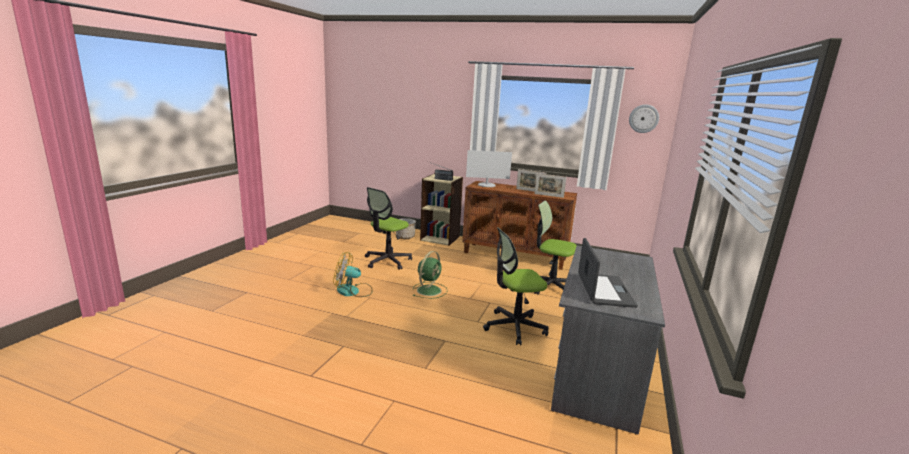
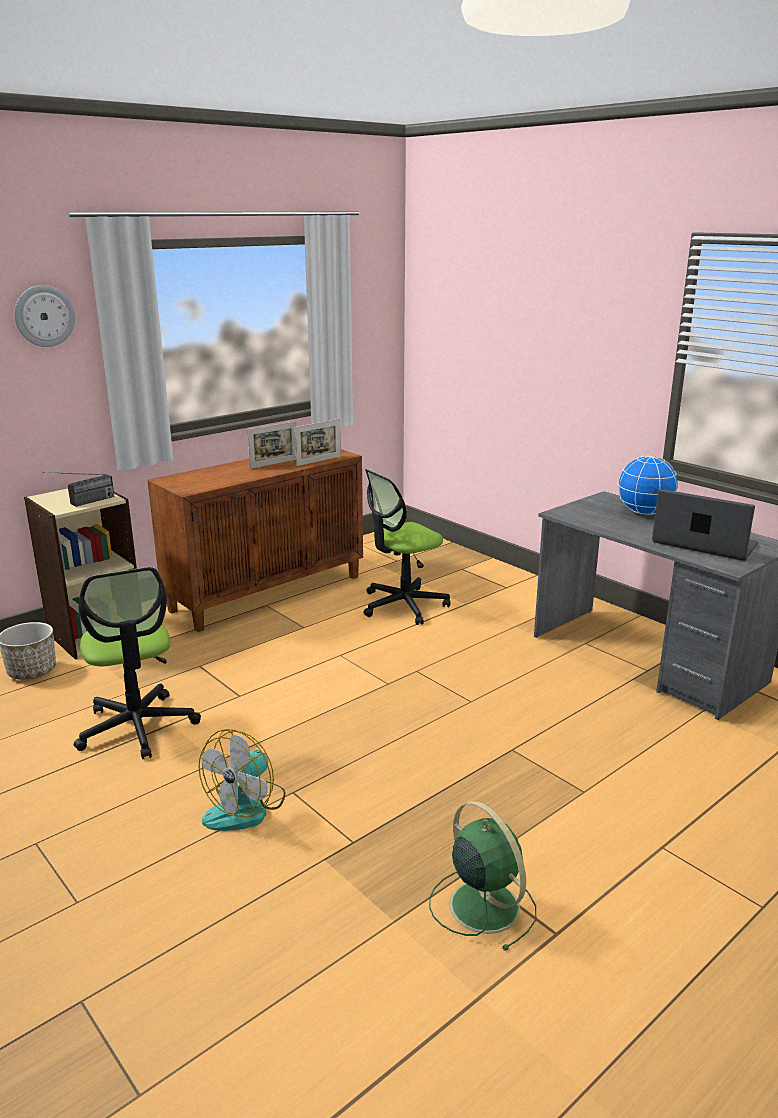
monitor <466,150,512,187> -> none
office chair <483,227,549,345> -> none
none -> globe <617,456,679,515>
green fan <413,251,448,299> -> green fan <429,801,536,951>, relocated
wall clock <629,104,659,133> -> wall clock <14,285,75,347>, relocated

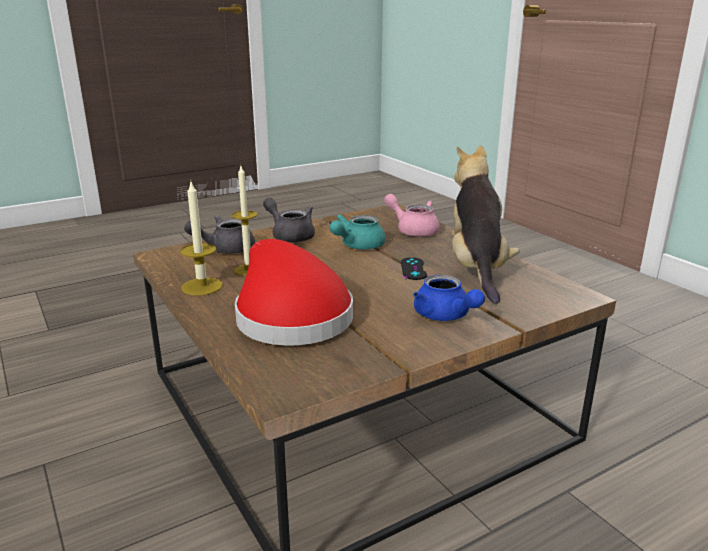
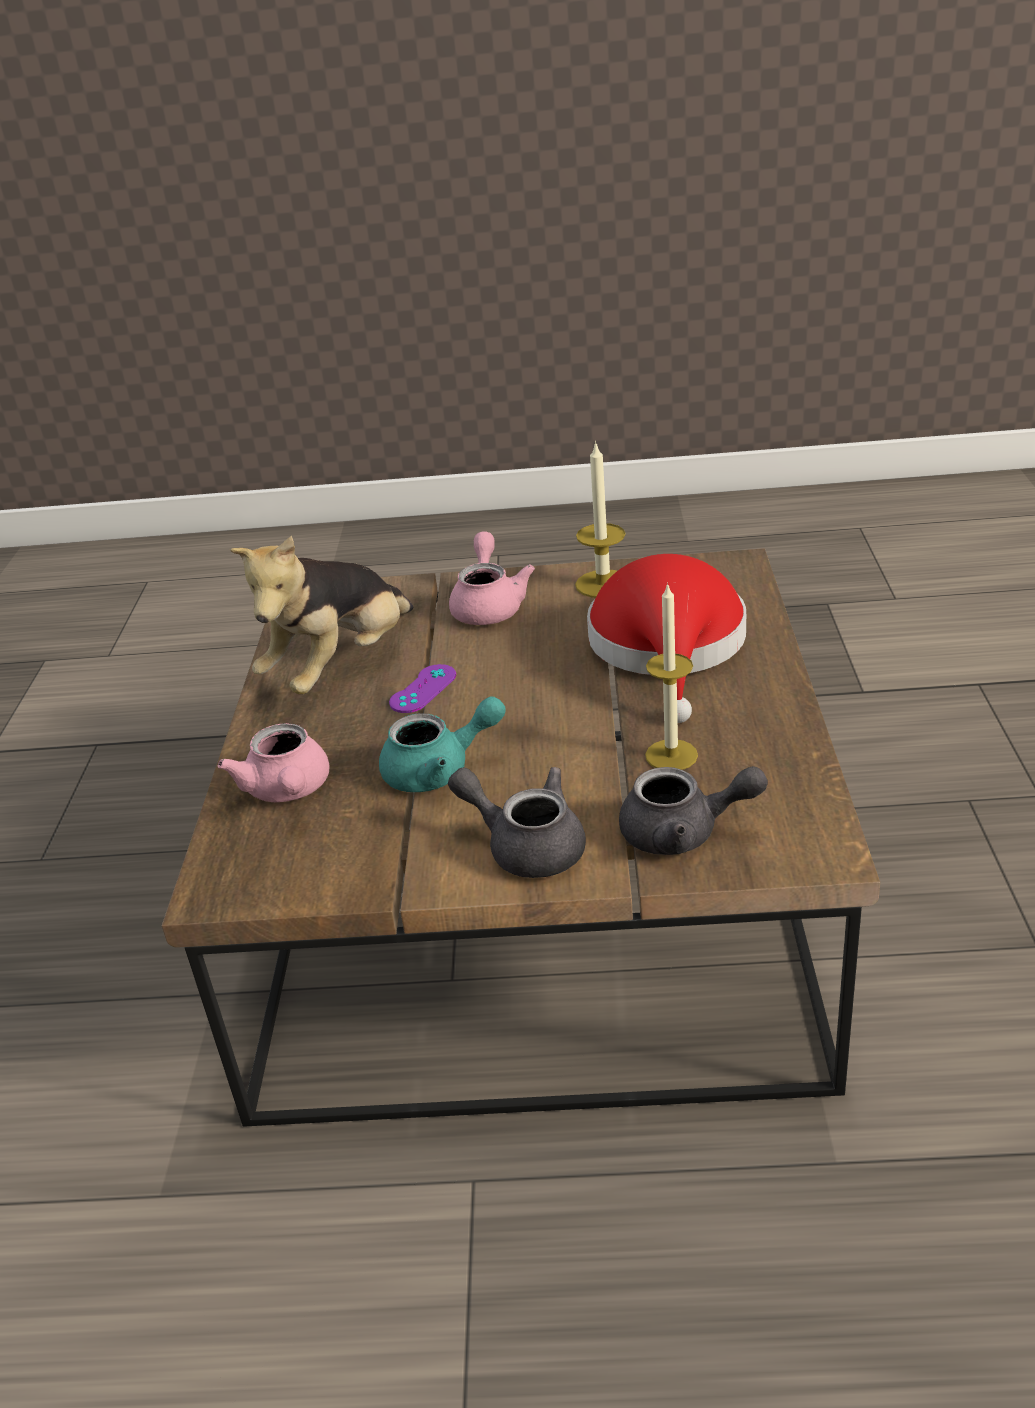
candle <180,182,223,296> -> candle <575,441,625,598>, relocated
black game controller <401,257,427,280> -> purple game controller <389,664,456,713>
blue teapot <413,275,485,321> -> pink teapot <449,531,535,625>
grey teapot <263,198,315,243> -> grey teapot <448,767,586,878>, 135 degrees clockwise

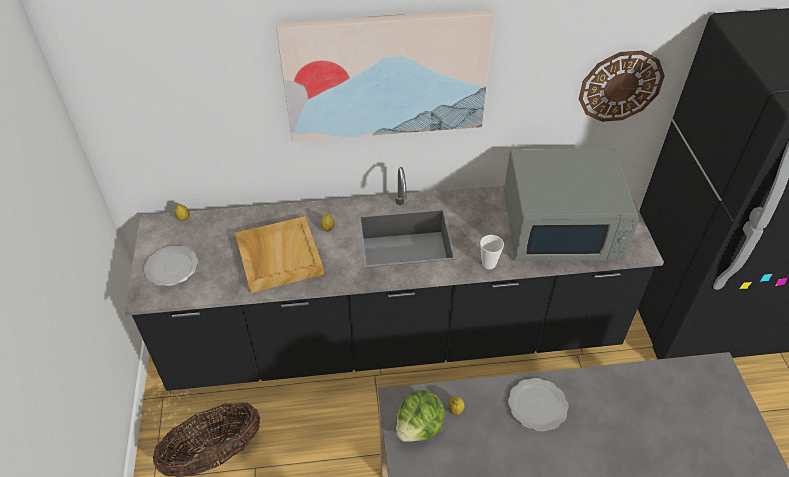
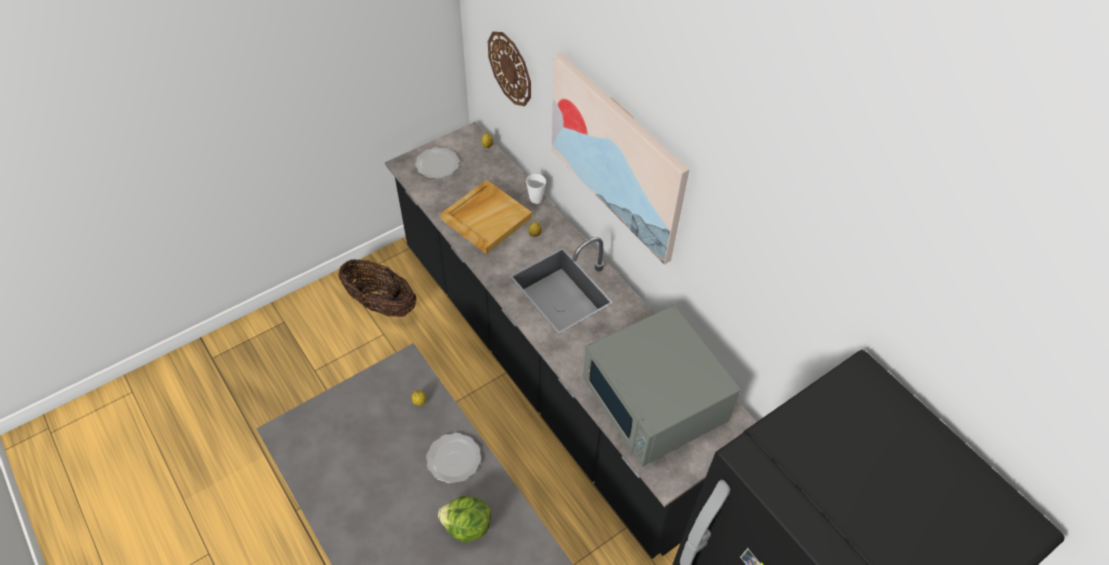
lettuce <396,390,445,442> -> lettuce <438,496,491,543>, relocated
cup <480,235,504,269> -> cup <526,174,546,204>, relocated
wall clock <579,50,665,122> -> wall clock <488,32,531,106>, relocated

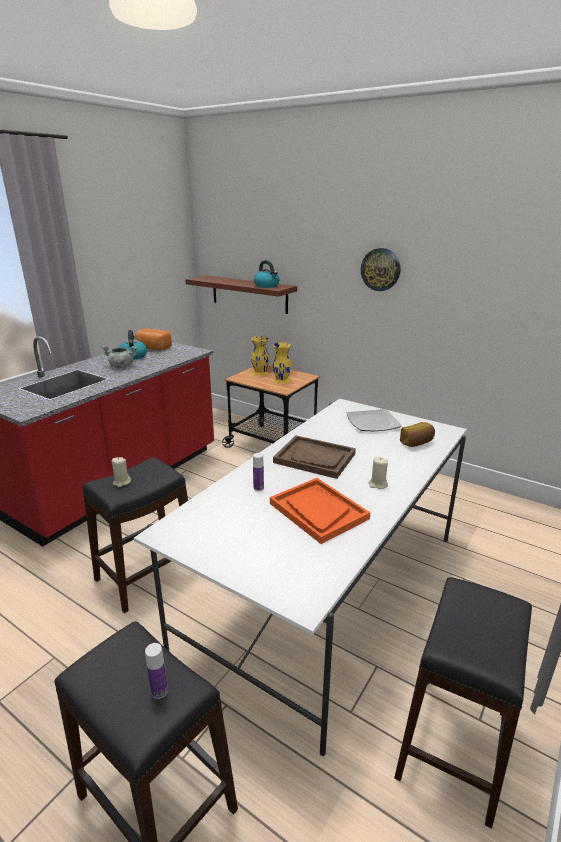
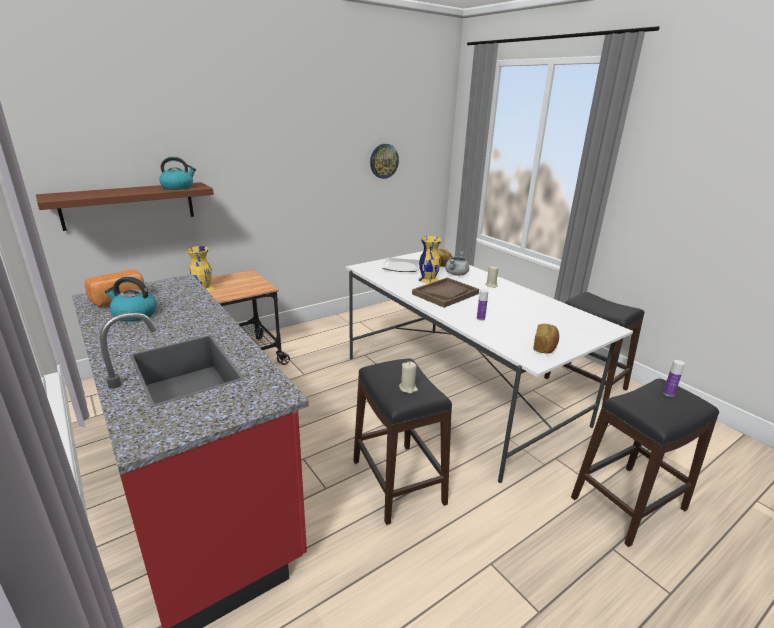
orange tray <270,478,371,544> -> none
none -> bread <533,324,559,354>
grey cooking pot <101,345,137,368> -> grey cooking pot <445,251,469,276>, relocated
yellow vase <273,342,291,384> -> yellow vase <418,236,442,284>, relocated
wall clock <361,248,400,291> -> wall clock <370,144,399,179>, relocated

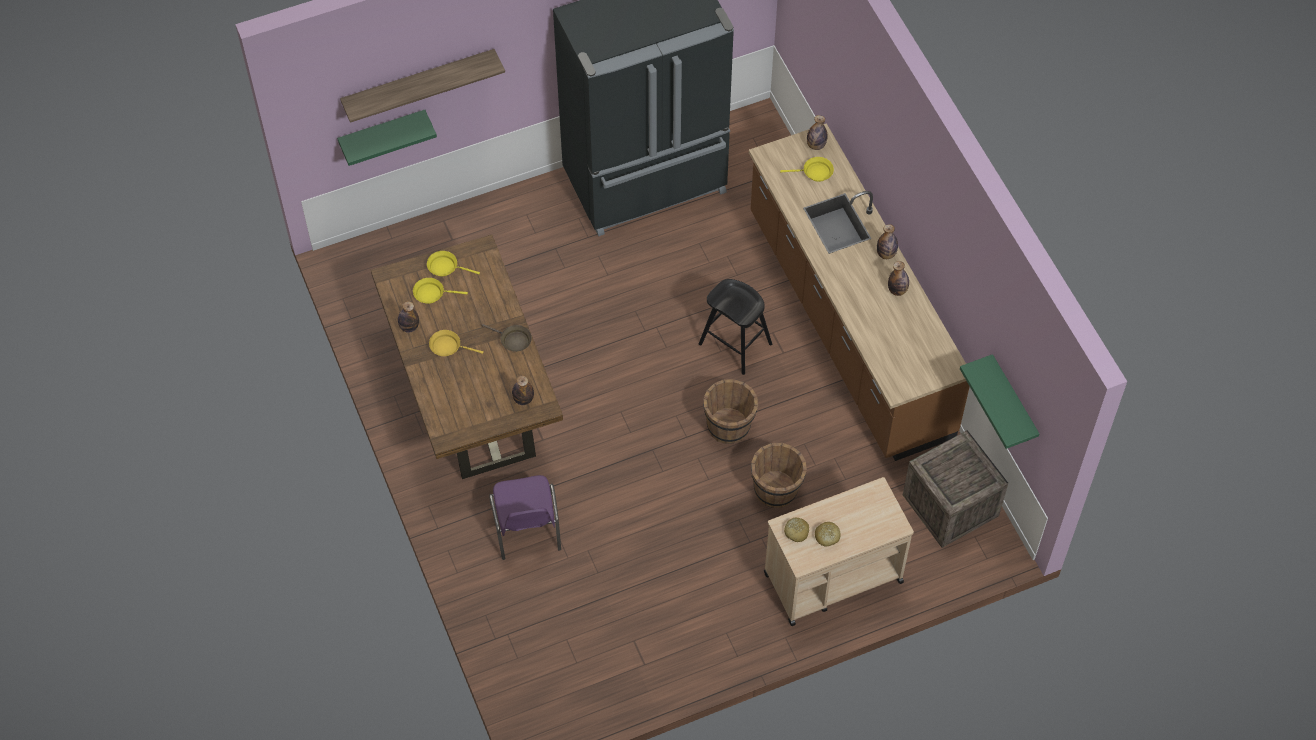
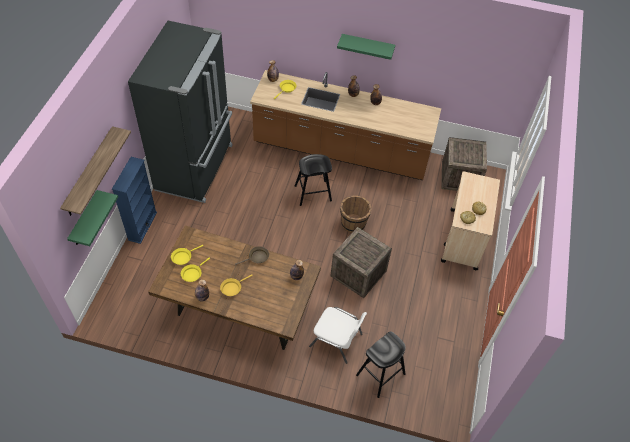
brown bucket <751,443,807,508> -> none
none -> blue bookcase <112,157,157,244>
none -> crate <330,227,392,298>
none -> black stool <356,331,406,398>
green shelf <960,354,1039,449> -> green shelf <337,34,395,60>, relocated
purple chair <489,475,561,560> -> white chair <309,307,367,364>

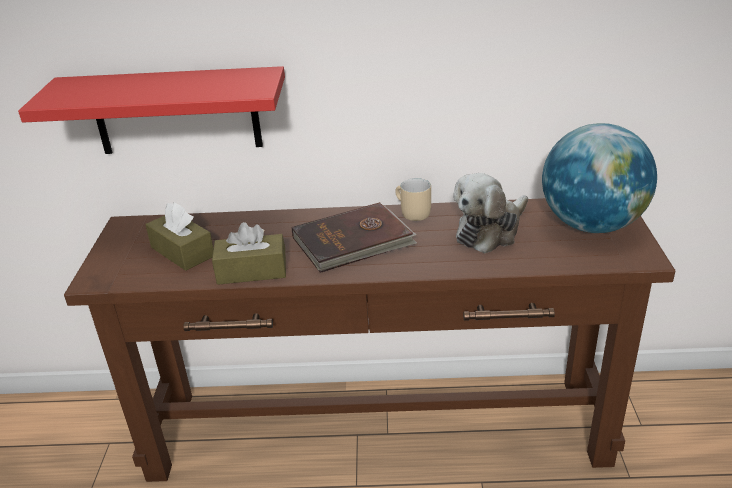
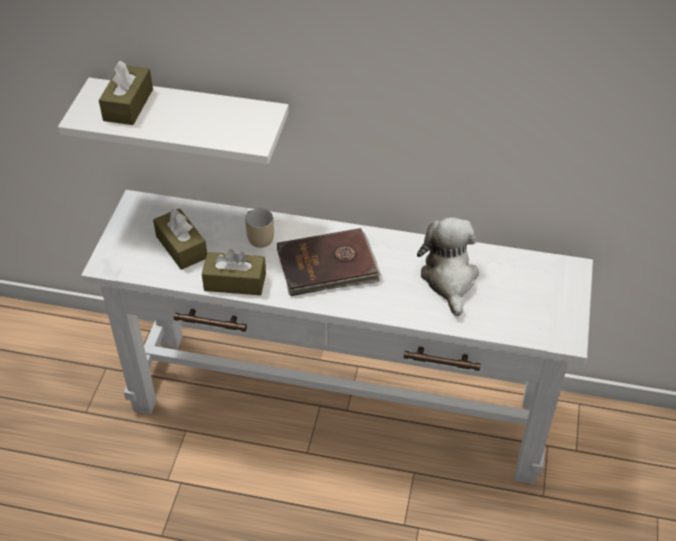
globe <542,123,657,233> -> none
none -> brown tissue box <99,61,153,125>
beige mug <395,178,431,221> -> beige mug <245,209,274,248>, relocated
red shelf <18,66,285,154> -> white shelf <58,78,289,164>
brown console table <64,198,675,482> -> white console table <81,190,593,484>
plush toy <453,173,528,253> -> plush toy <417,217,479,316>, 120 degrees clockwise

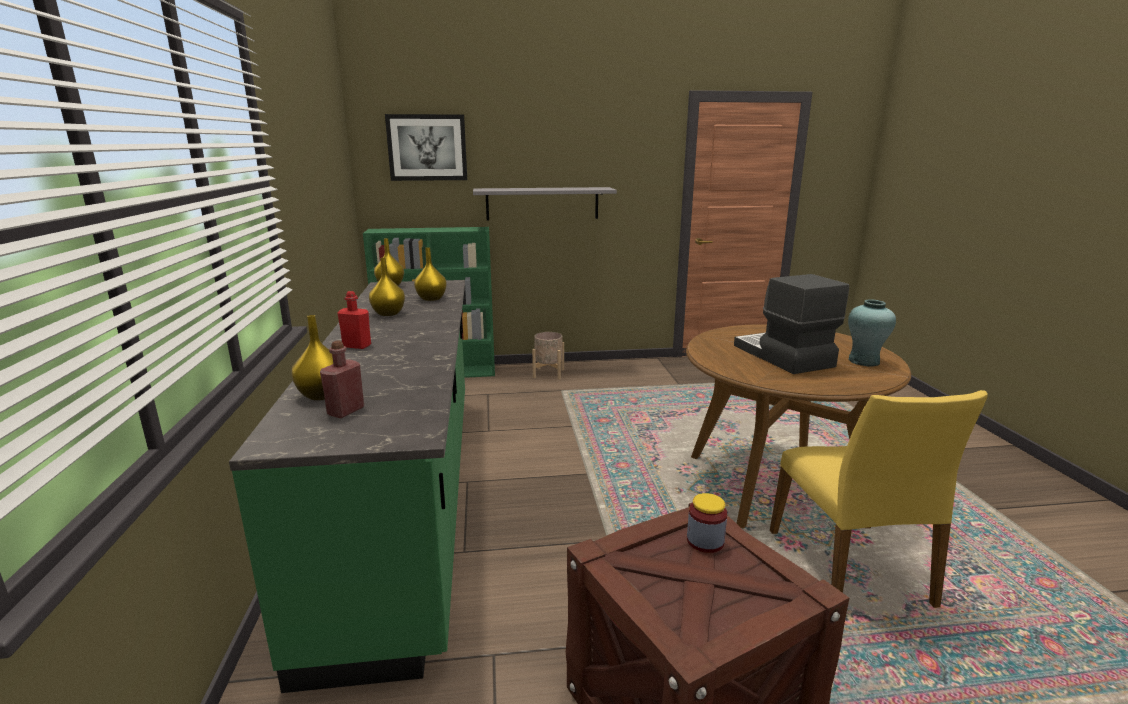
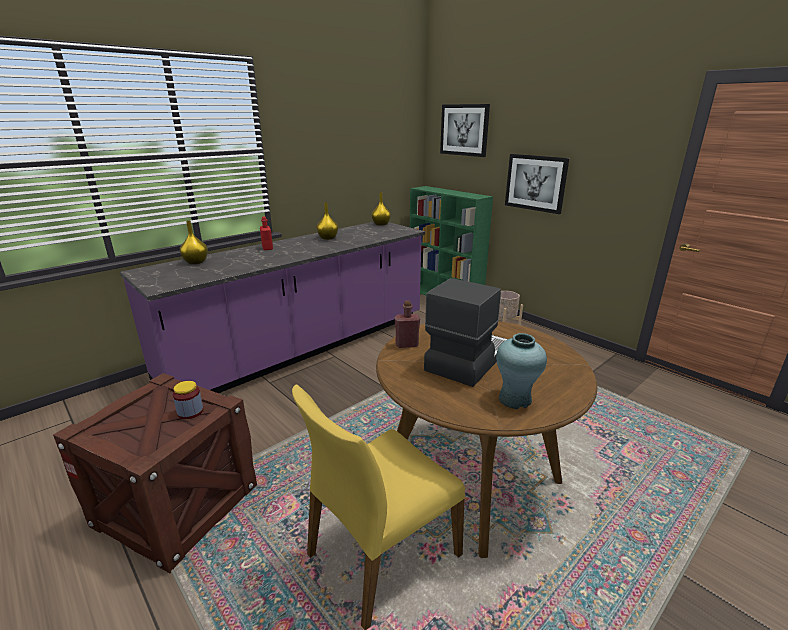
yellow vase <414,247,447,301> -> none
red bottle <320,340,364,418> -> red bottle <395,301,420,348>, relocated
grey shelf <473,187,617,221> -> picture <505,154,569,214>
green counter <229,280,465,693> -> purple counter <120,222,425,393>

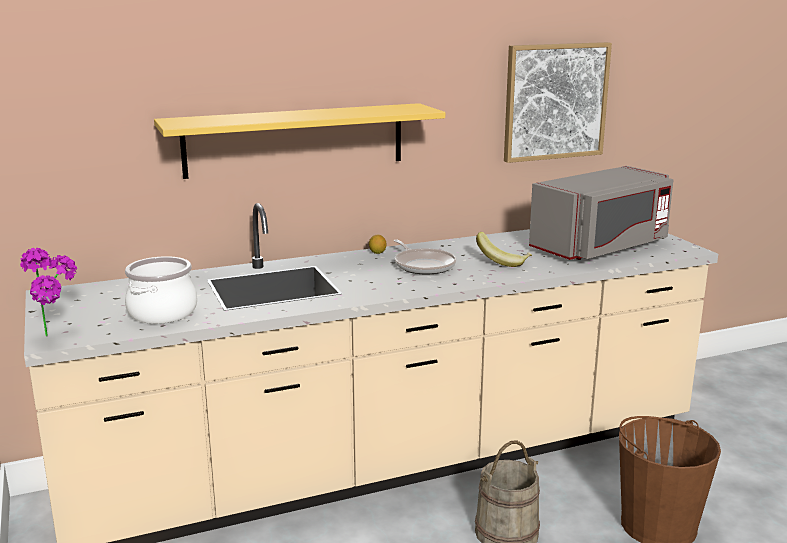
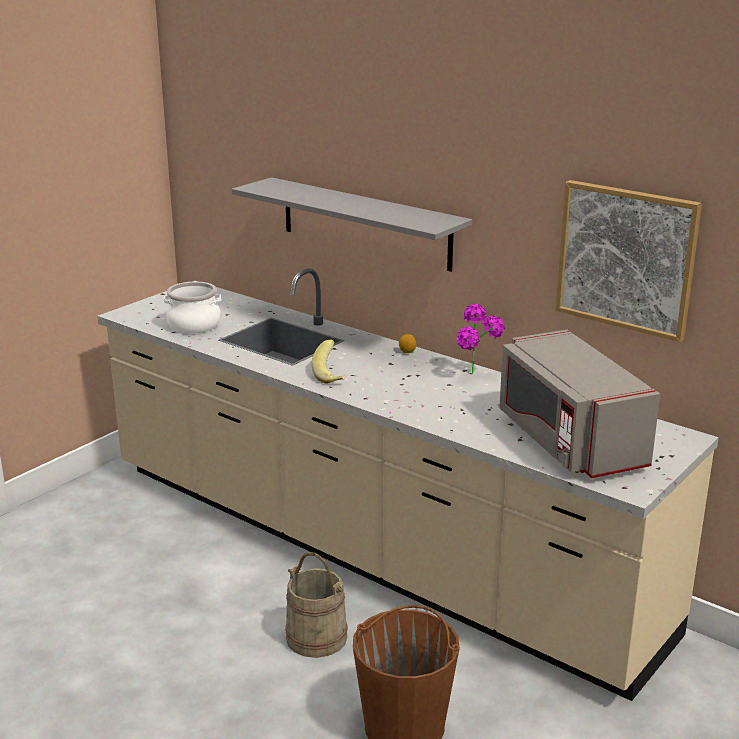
frying pan <394,240,456,274> -> none
potted plant <20,248,77,336> -> potted plant <457,304,505,374>, relocated
banana <476,232,532,267> -> banana <312,339,345,384>, relocated
yellow shelf <154,103,445,179> -> grey shelf <232,177,472,272>
grey microwave <529,166,674,260> -> grey microwave <499,330,660,478>, 45 degrees clockwise

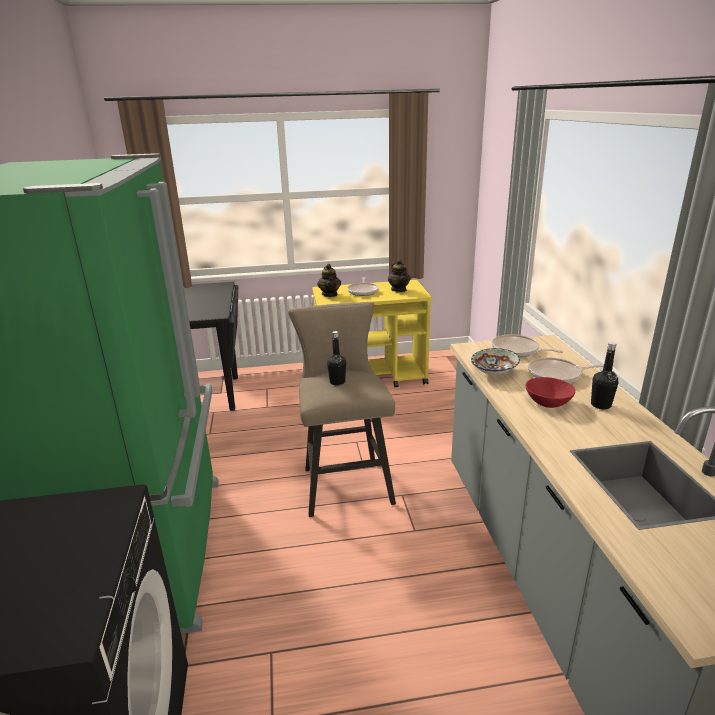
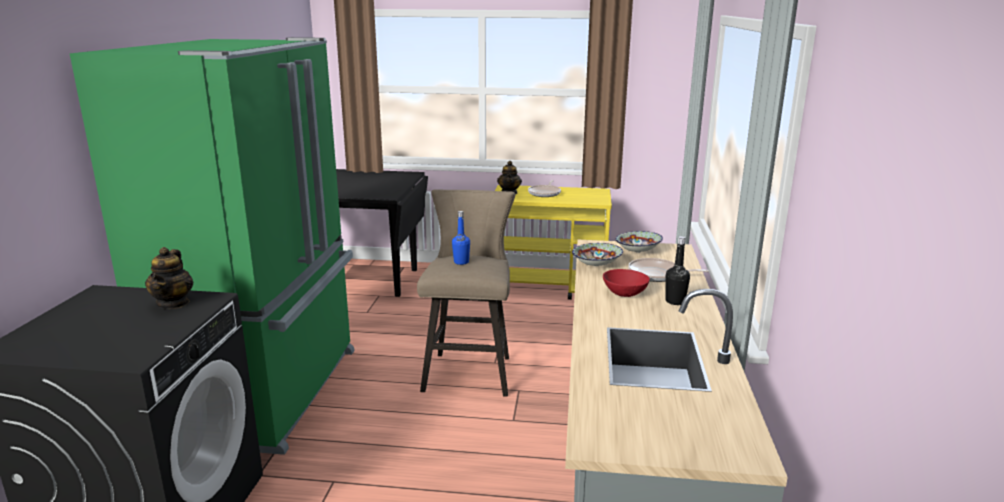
teapot <388,259,411,292> -> teapot <145,247,193,309>, relocated
frying pan <491,334,563,357> -> bowl <616,231,663,253>
black bottle <327,331,346,386> -> blue bottle <452,211,470,265>

